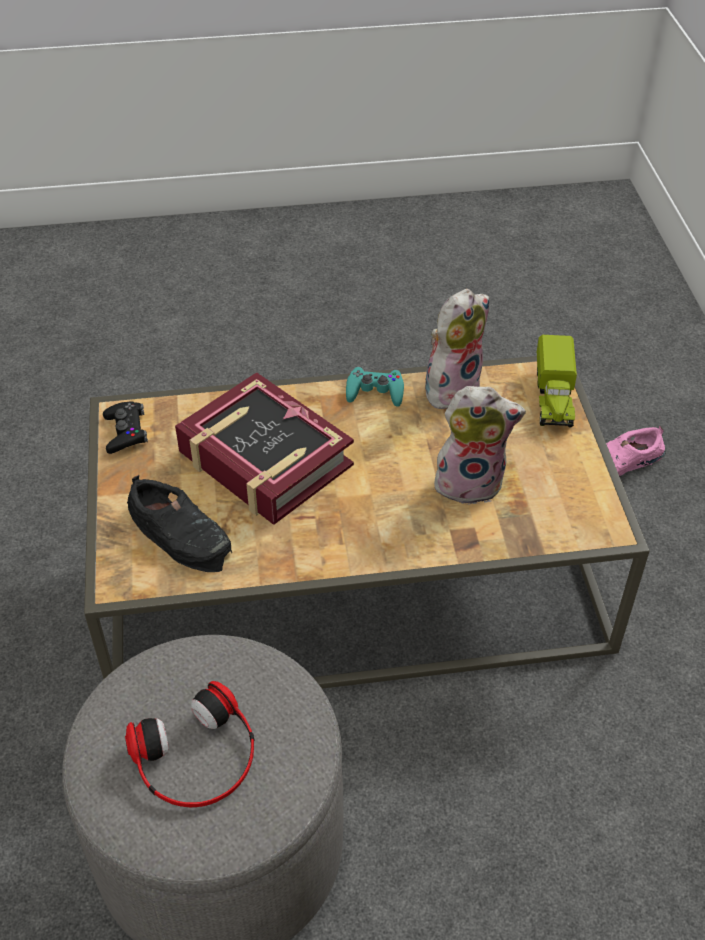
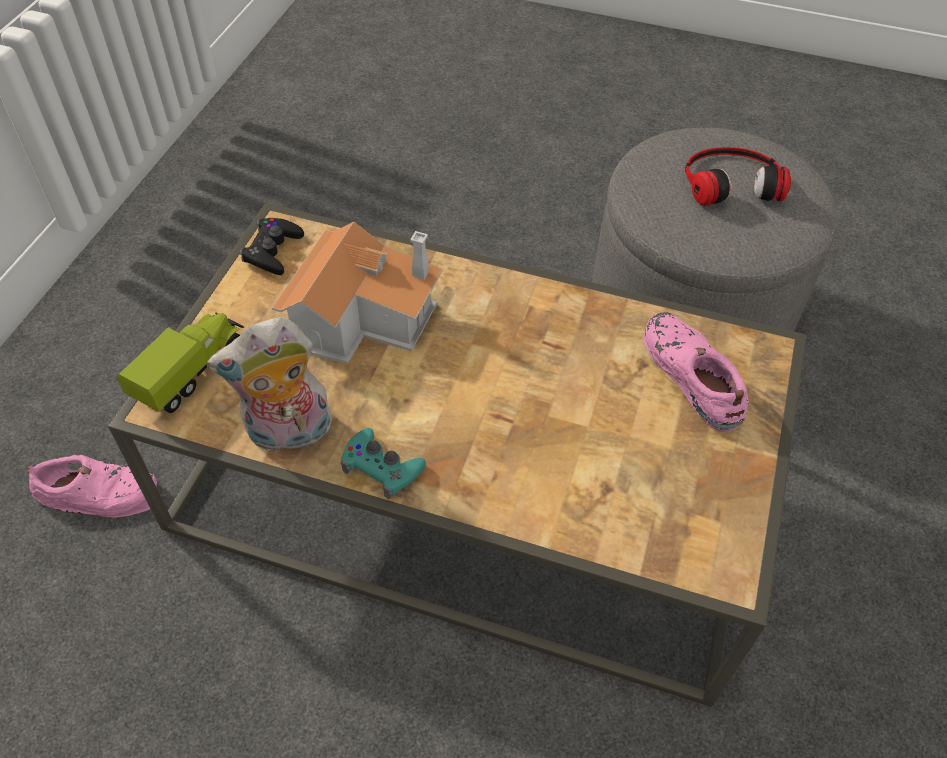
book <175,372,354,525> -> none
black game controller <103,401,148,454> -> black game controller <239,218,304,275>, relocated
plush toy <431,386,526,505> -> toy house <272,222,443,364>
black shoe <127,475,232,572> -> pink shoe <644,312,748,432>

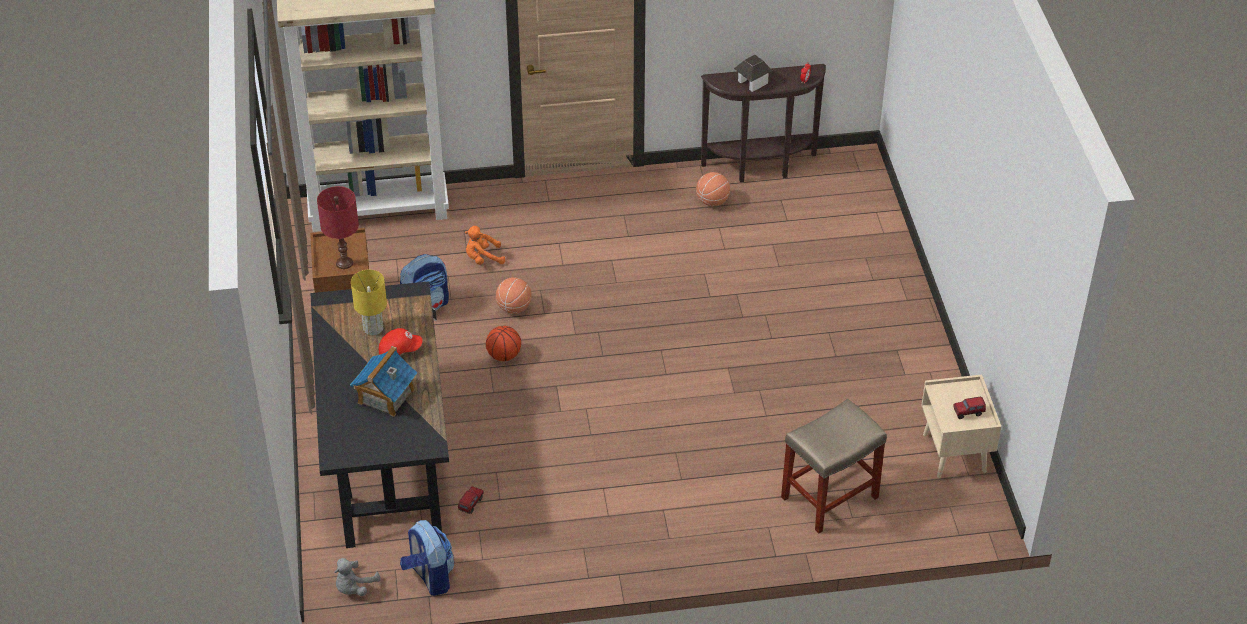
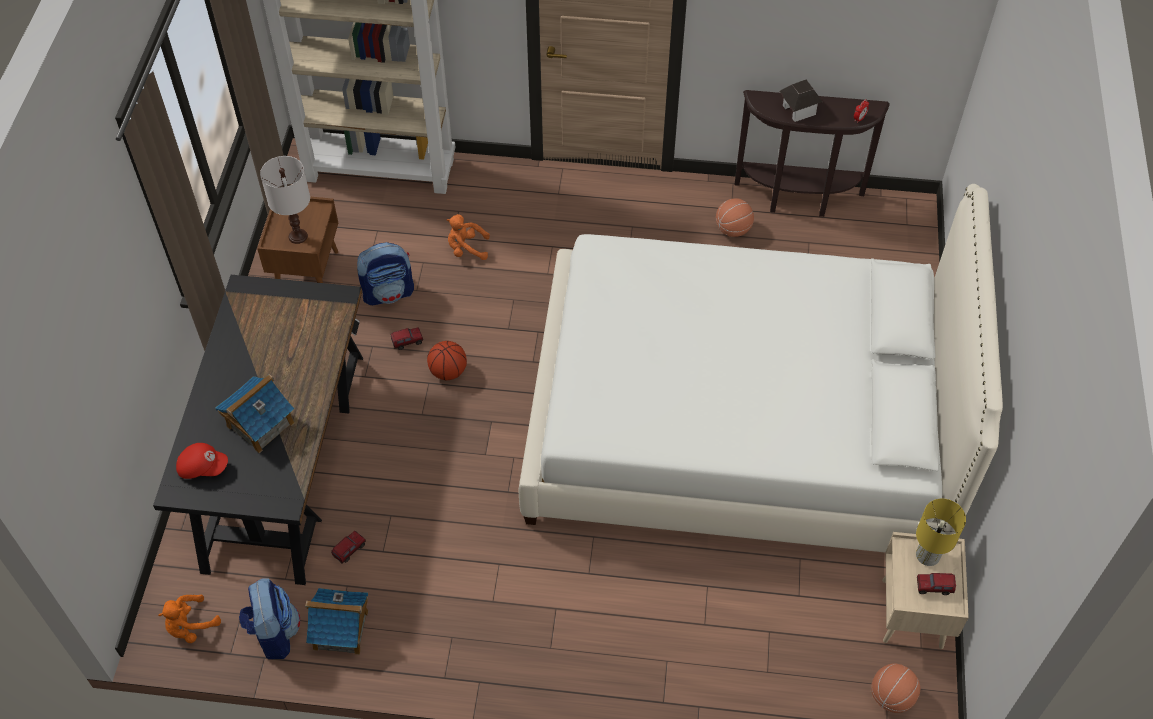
beige stool <781,399,887,533> -> none
none -> toy house <305,588,368,655>
none -> toy truck <391,327,423,350>
none -> white bed <519,184,1003,553>
yellow table lamp <351,270,387,335> -> yellow table lamp <916,499,966,566>, relocated
red cap <379,328,423,355> -> red cap <176,443,228,479>, relocated
basketball <496,277,532,314> -> basketball <871,663,920,713>, relocated
red table lamp <317,186,359,269> -> white table lamp <260,156,310,244>
grey plush toy <335,558,380,596> -> orange plush toy <158,595,221,643>

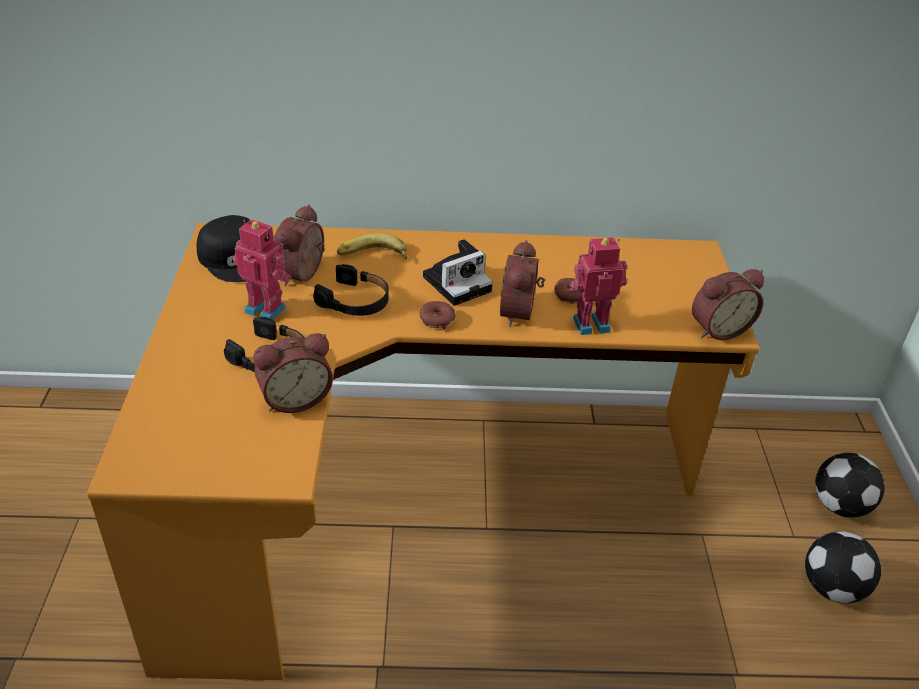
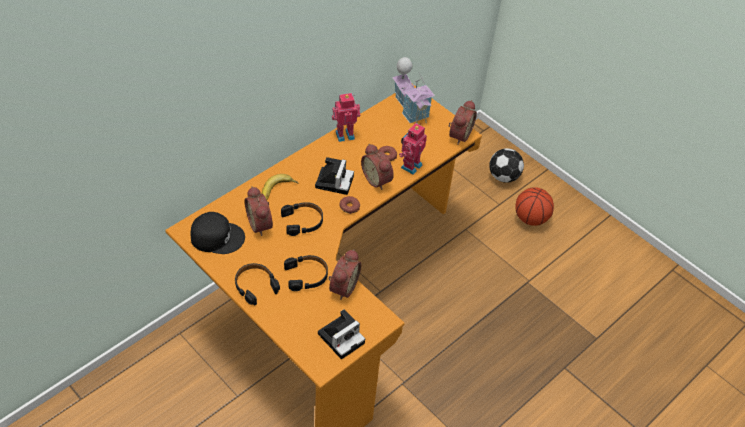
none -> black headphones <235,263,280,305>
none -> photo camera <318,309,365,359>
none -> toy house <392,57,435,123>
toy robot <233,219,291,320> -> toy robot <332,93,360,142>, relocated
football <805,531,881,604> -> basketball <515,187,554,226>

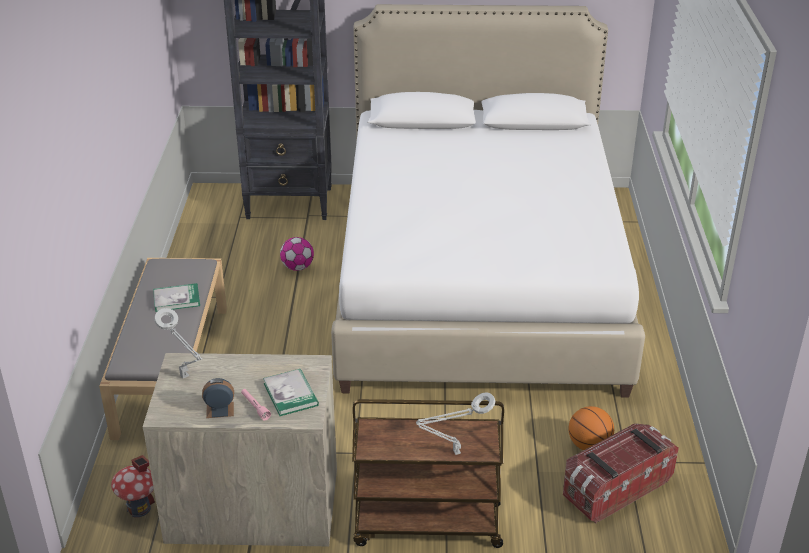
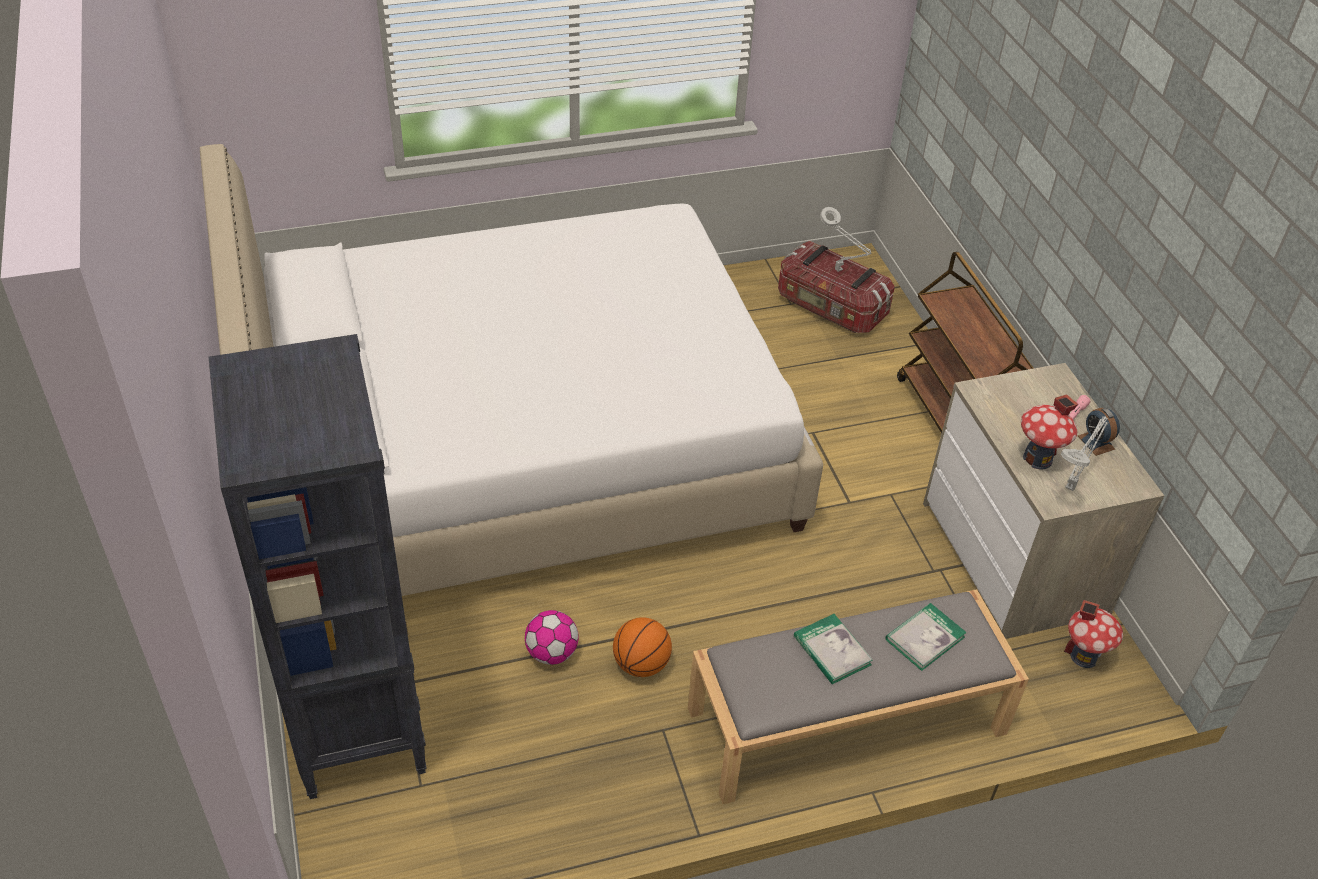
none -> toy house <1021,394,1078,469>
book <263,369,319,416> -> book <886,603,967,671>, relocated
grey table lamp <416,392,495,455> -> grey table lamp <820,207,871,272>, relocated
basketball <569,406,614,450> -> basketball <613,617,672,677>, relocated

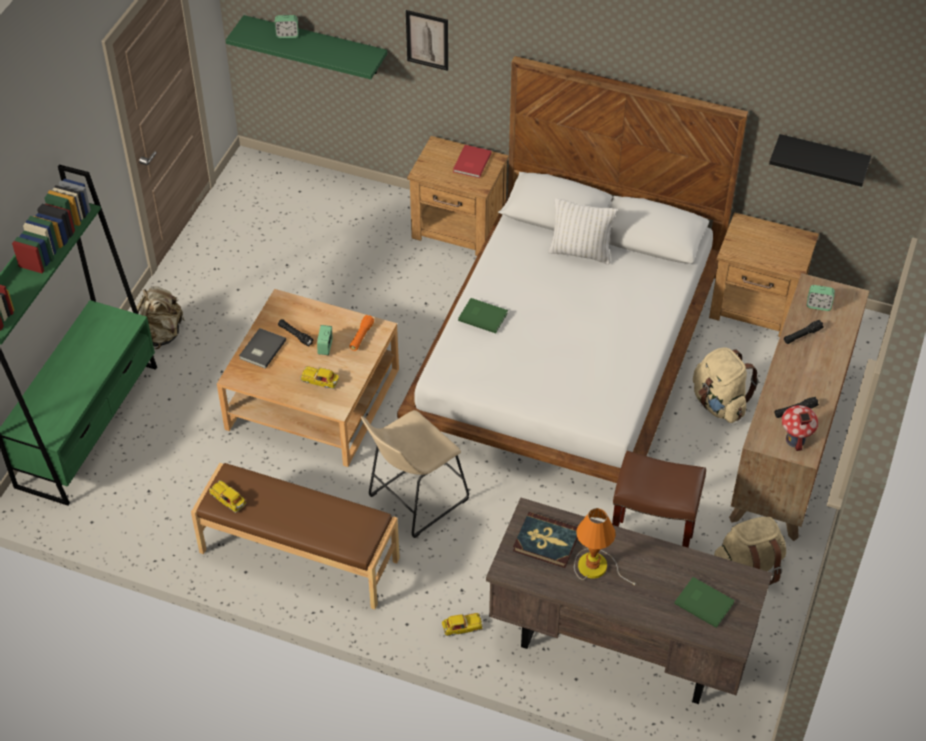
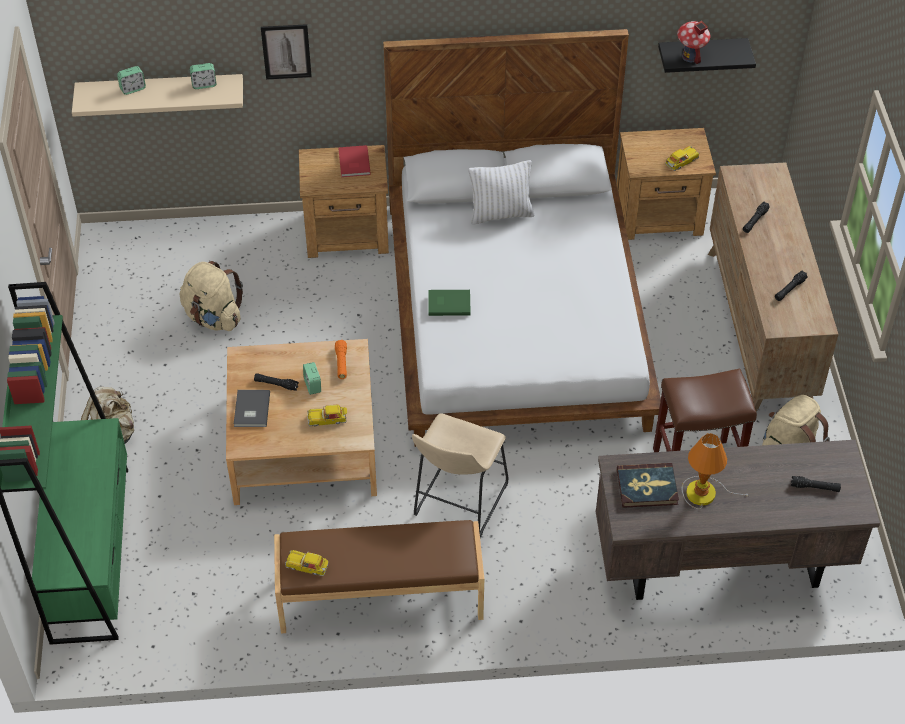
toy car <442,613,483,636> -> toy car <665,146,699,171>, relocated
beige backpack <693,348,759,423> -> beige backpack <180,261,243,331>, relocated
toy house <782,405,818,451> -> toy house <677,21,710,64>, relocated
alarm clock <807,285,835,311> -> alarm clock <190,63,216,89>, relocated
green book <675,577,735,628> -> black flashlight <791,476,841,492>
green shelf <226,15,387,79> -> beige shelf <72,74,243,117>

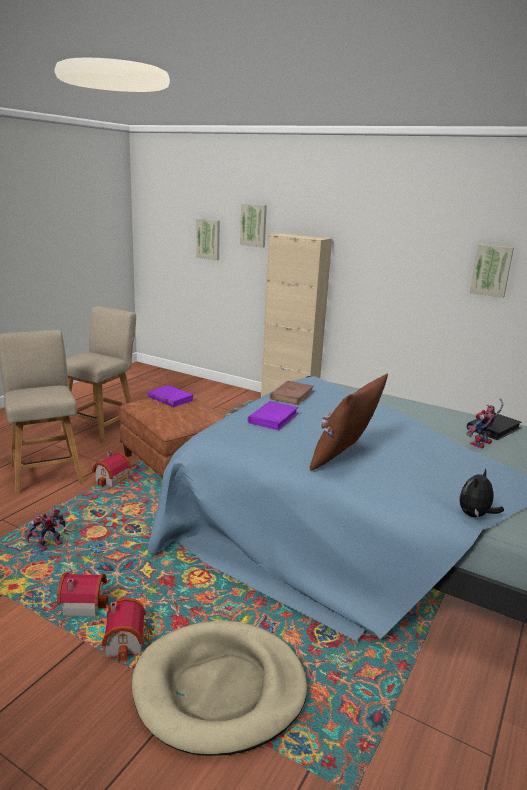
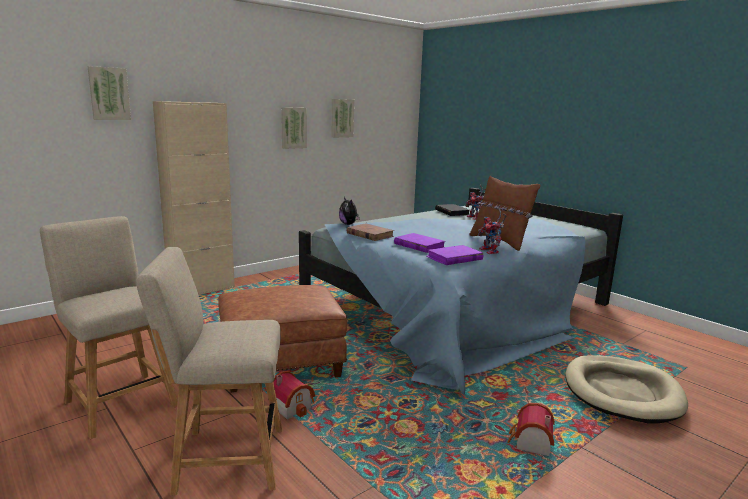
toy house <102,598,153,663> -> none
toy robot <25,504,66,550> -> toy robot <478,207,506,254>, relocated
purple book <148,385,194,407> -> purple book <426,245,483,265>, relocated
picture <196,219,220,260> -> picture <281,107,307,149>, relocated
plush toy <460,468,504,517> -> plush toy <339,197,360,225>, relocated

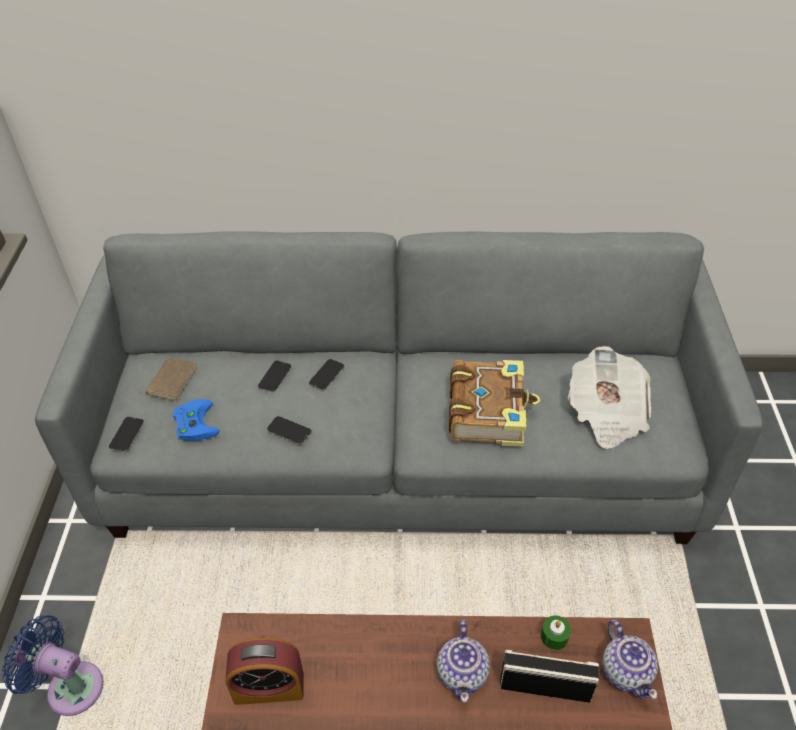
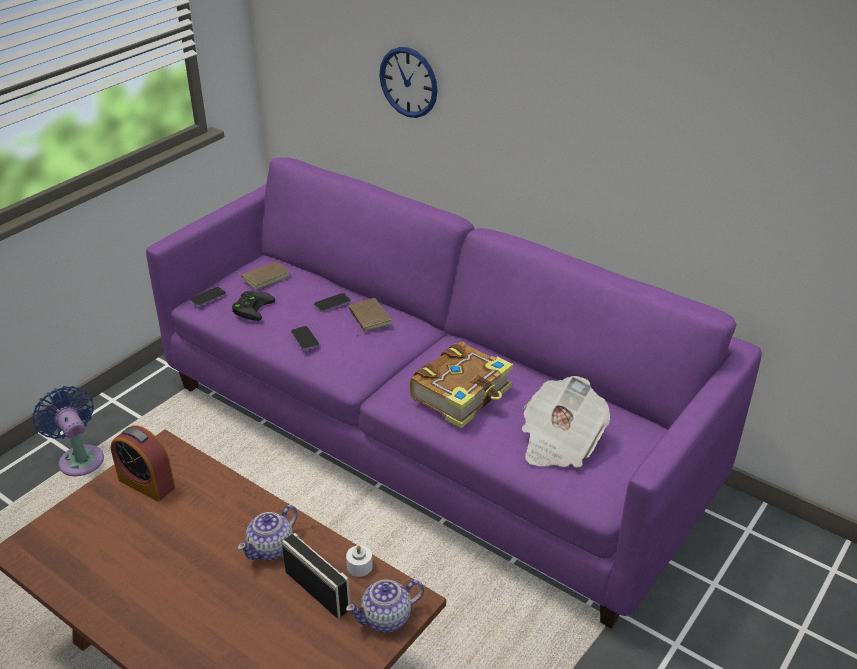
none -> wall clock <379,47,438,118>
phone <309,359,344,390> -> brown book <349,298,392,332>
grey sofa <35,231,763,544> -> purple sofa <146,157,762,629>
blue game controller <173,399,220,441> -> black game controller <232,291,275,321>
green candle <541,616,571,650> -> white candle <346,545,373,577>
teapot <602,620,658,699> -> teapot <346,580,424,633>, 45 degrees clockwise

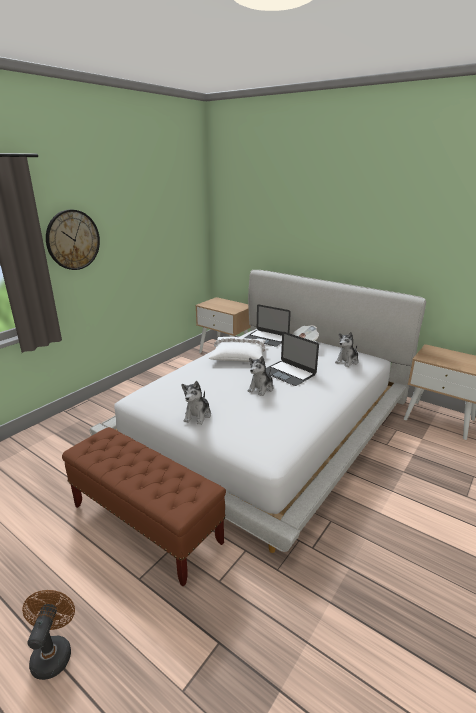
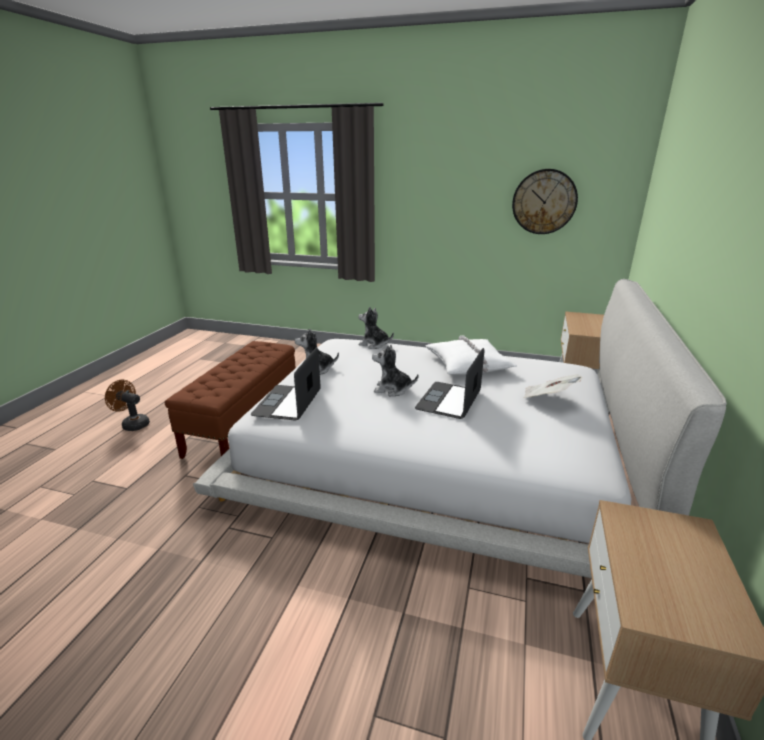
wall clock <46,209,100,270> -> wall clock <512,169,578,234>, relocated
laptop <244,304,291,347> -> laptop <251,347,321,421>, relocated
plush toy <335,332,359,367> -> plush toy <358,307,394,349>, relocated
brown fan <22,590,75,680> -> brown fan <105,380,150,431>, 135 degrees counterclockwise

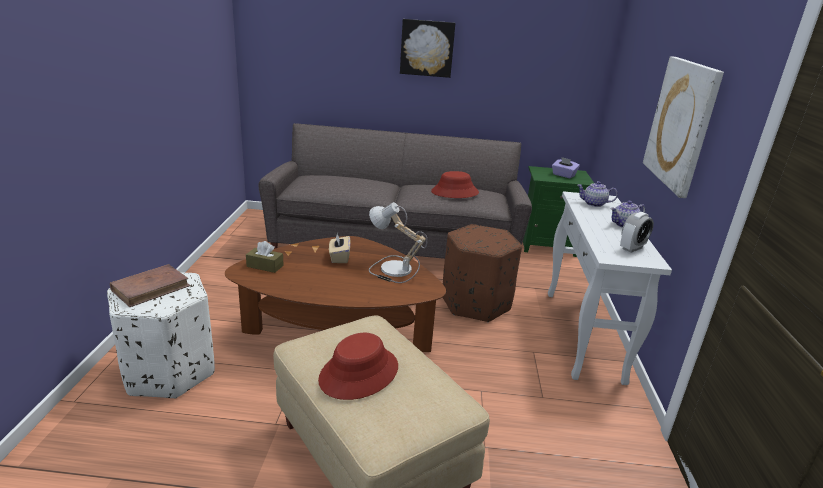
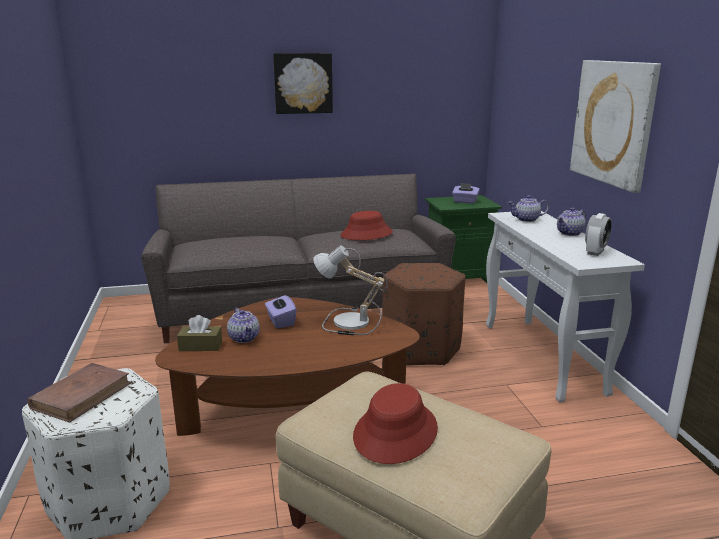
none -> teapot <227,308,260,343>
beige tissue box <329,233,350,263> -> purple tissue box <265,295,297,328>

